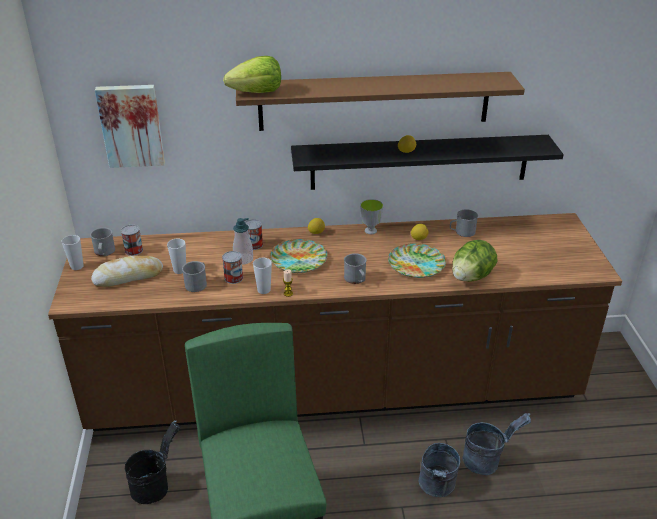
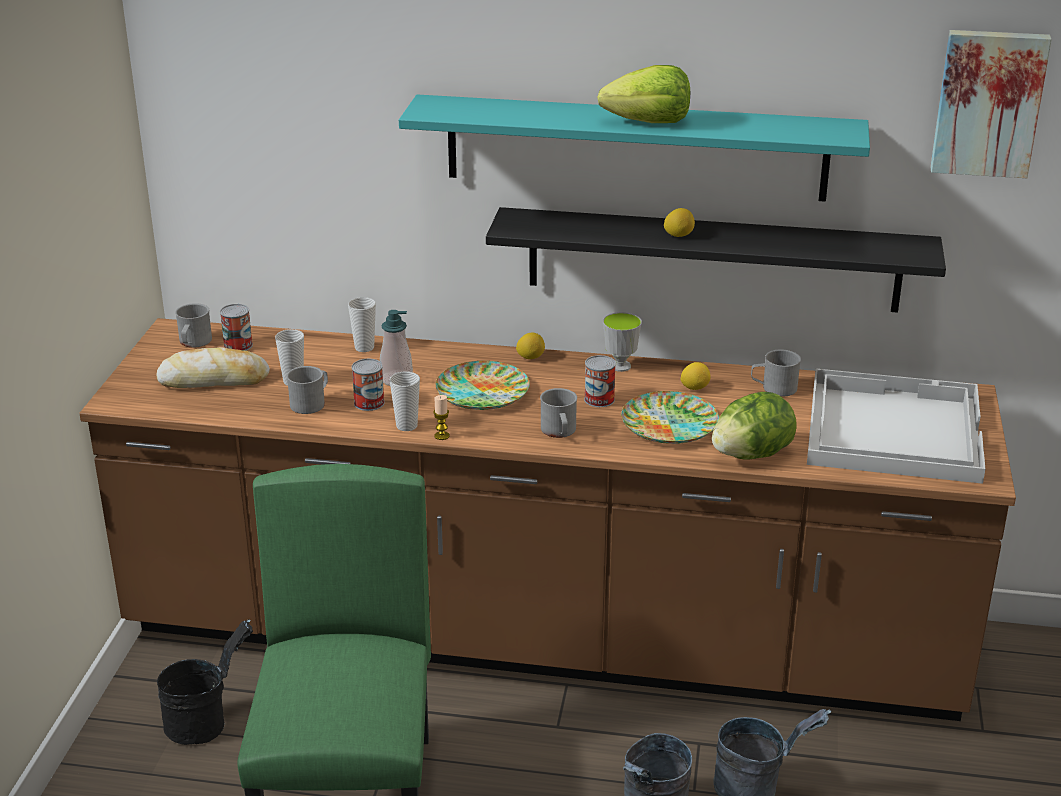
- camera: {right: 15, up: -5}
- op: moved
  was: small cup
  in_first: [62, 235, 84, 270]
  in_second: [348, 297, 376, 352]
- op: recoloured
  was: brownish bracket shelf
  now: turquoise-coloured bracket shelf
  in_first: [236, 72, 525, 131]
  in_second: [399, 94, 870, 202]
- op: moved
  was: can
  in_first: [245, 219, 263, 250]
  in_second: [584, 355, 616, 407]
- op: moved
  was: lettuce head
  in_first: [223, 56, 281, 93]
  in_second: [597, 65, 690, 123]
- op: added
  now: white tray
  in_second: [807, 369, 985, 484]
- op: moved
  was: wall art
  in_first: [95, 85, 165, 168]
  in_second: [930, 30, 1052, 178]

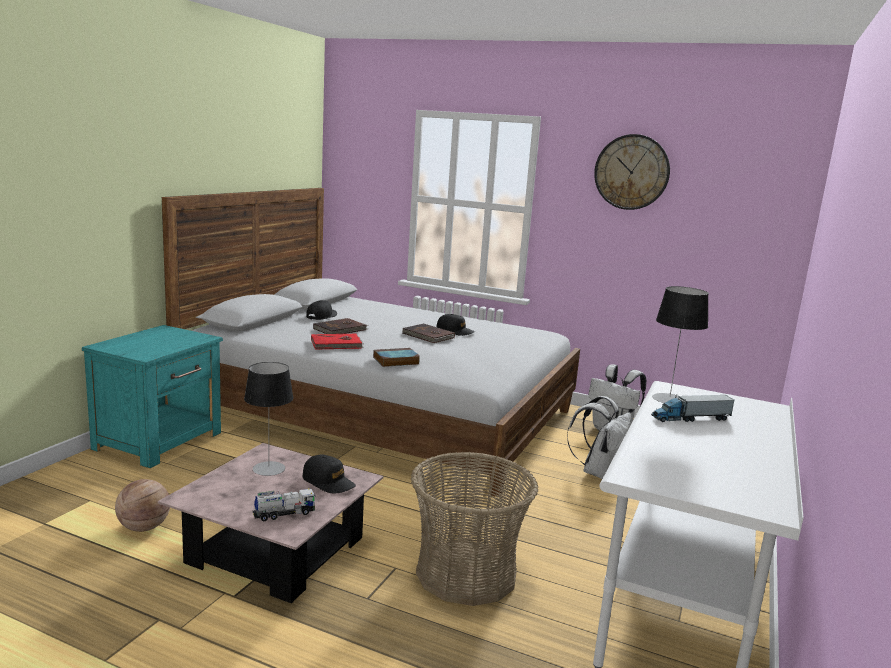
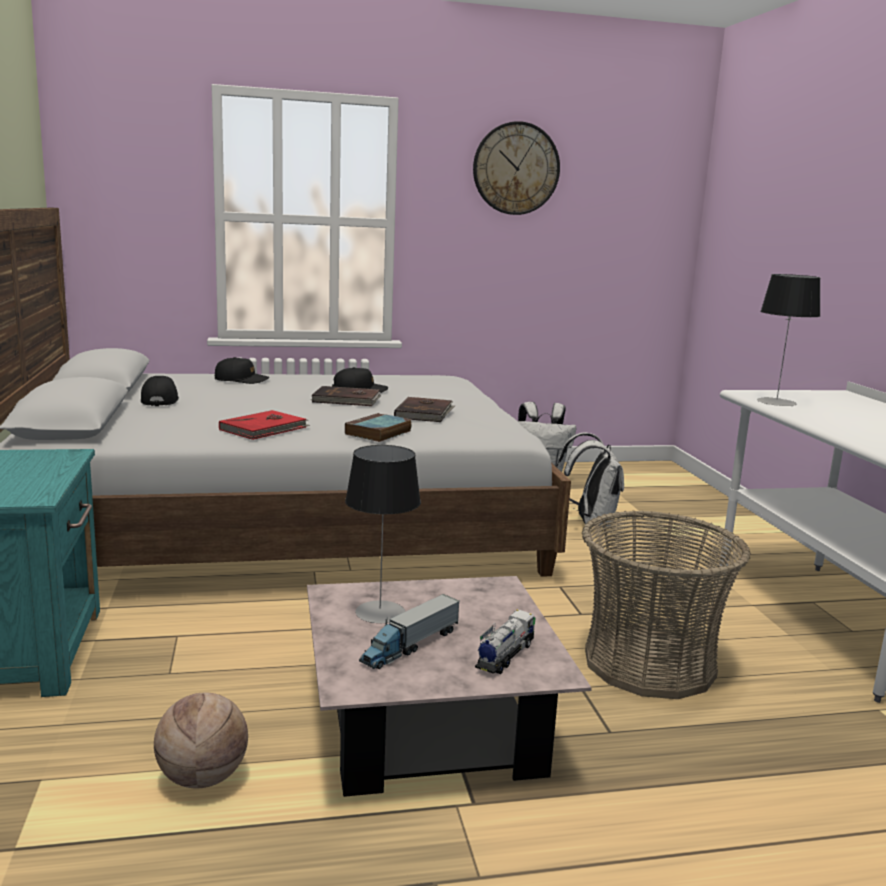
- camera: {right: -35, up: 0}
- op: moved
  was: black-coloured peaked cap
  in_first: [303, 454, 356, 493]
  in_second: [215, 357, 269, 384]
- op: moved
  was: toy lorry
  in_first: [651, 394, 735, 422]
  in_second: [359, 594, 460, 669]
- op: moved
  was: brownish bound book
  in_first: [313, 318, 368, 334]
  in_second: [394, 397, 455, 422]

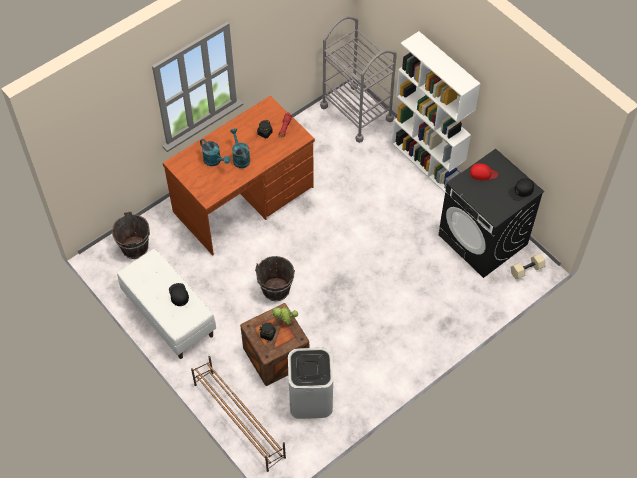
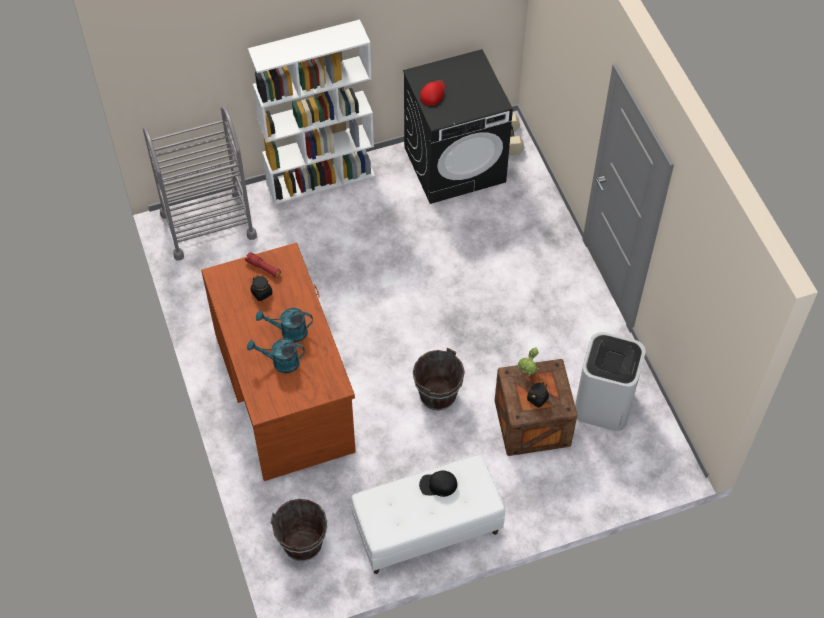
- camera: {right: -70, up: 0}
- op: turned
  was: turquoise-coloured watering can
  in_first: [200, 139, 230, 166]
  in_second: [247, 338, 305, 373]
  clockwise: -150
- op: removed
  was: brownish shoe stand
  in_first: [191, 356, 286, 472]
- op: removed
  was: black-coloured peaked cap
  in_first: [508, 178, 534, 201]

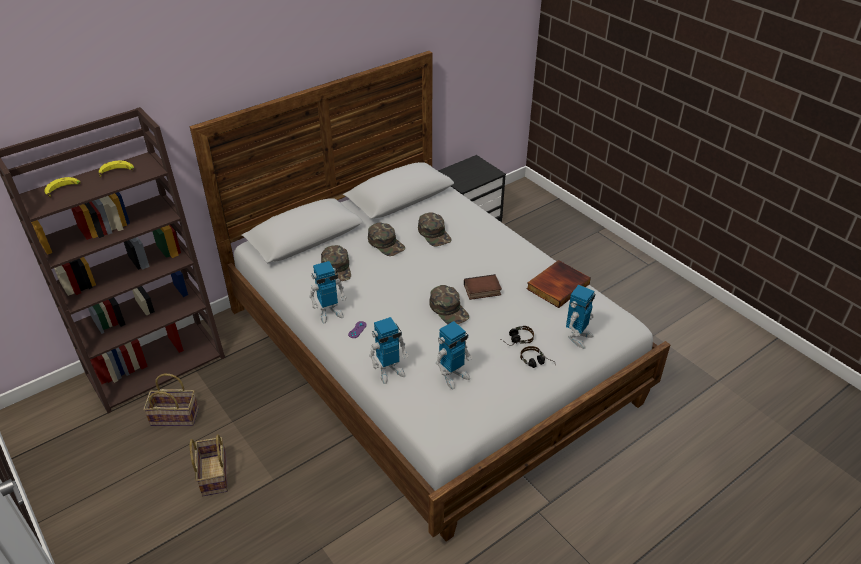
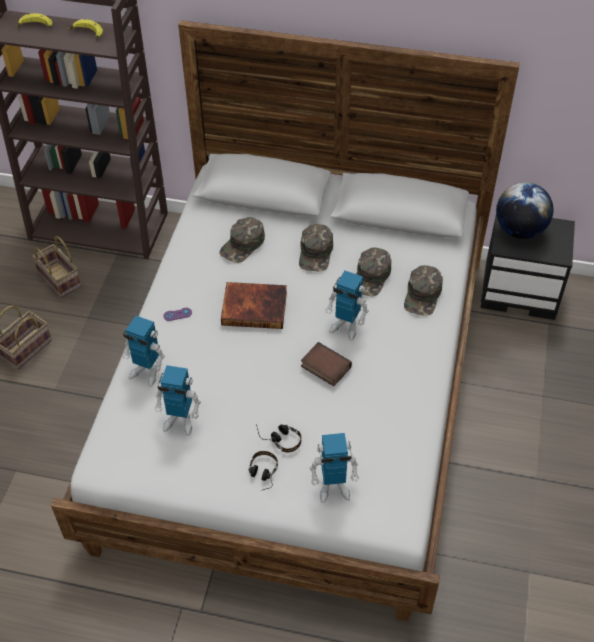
- camera: {right: 50, up: 10}
- op: moved
  was: bound book
  in_first: [526, 260, 591, 308]
  in_second: [221, 282, 287, 329]
- op: moved
  was: model robot
  in_first: [309, 261, 347, 324]
  in_second: [326, 271, 369, 341]
- op: moved
  was: green-coloured peaked cap
  in_first: [429, 285, 469, 324]
  in_second: [404, 265, 443, 316]
- op: added
  now: globe
  in_second: [496, 182, 554, 239]

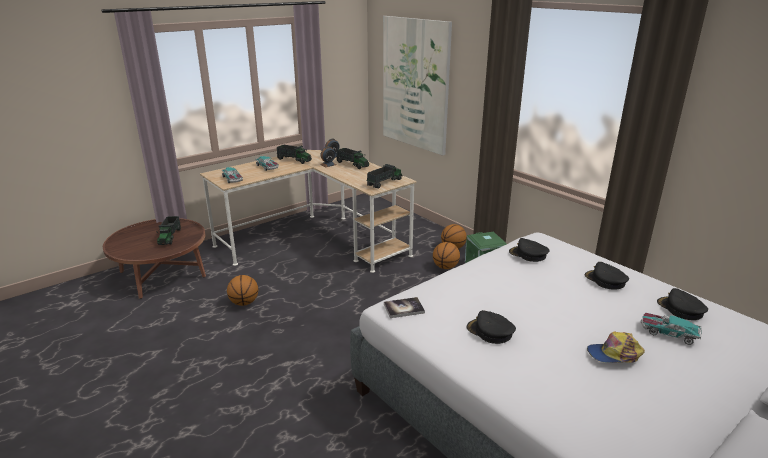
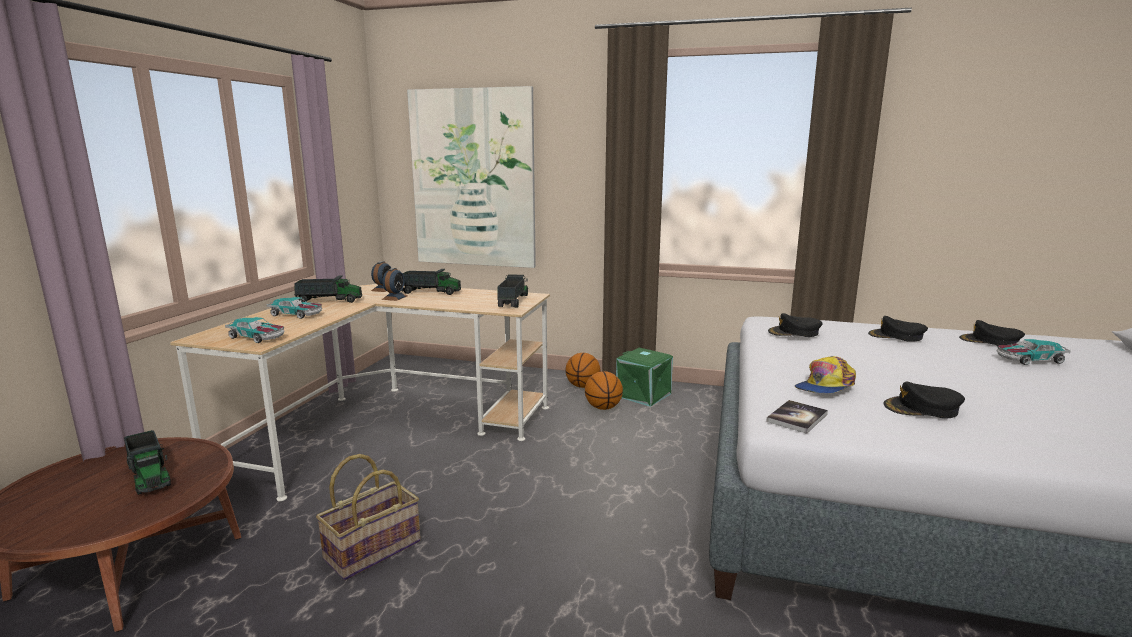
- camera: {right: -35, up: -10}
- op: replaced
  was: ball for basketball
  now: storage basket
  in_first: [227, 275, 258, 306]
  in_second: [316, 454, 421, 580]
- op: moved
  was: peaked cap
  in_first: [587, 332, 645, 363]
  in_second: [795, 356, 856, 394]

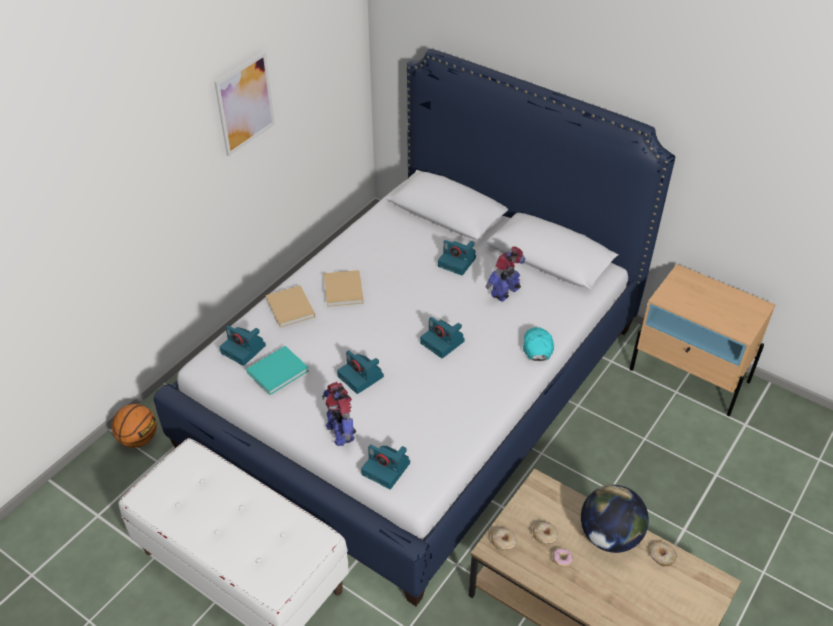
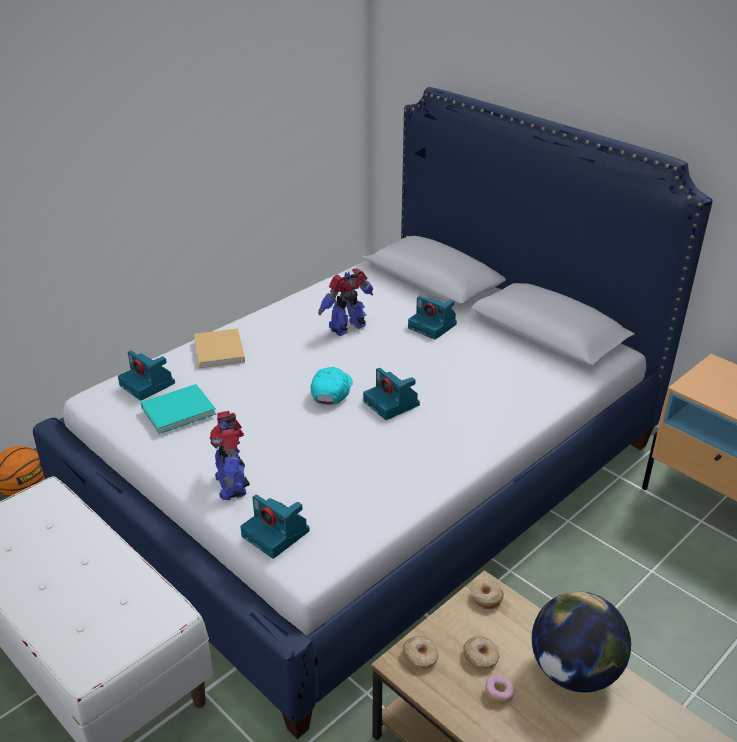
- camera: {right: 10, up: -10}
- op: moved
  was: turquoise-coloured peaked cap
  in_first: [523, 327, 554, 361]
  in_second: [311, 367, 353, 404]
- op: moved
  was: model robot
  in_first: [486, 246, 525, 302]
  in_second: [318, 269, 373, 336]
- op: moved
  was: doughnut
  in_first: [650, 542, 677, 567]
  in_second: [470, 579, 504, 609]
- op: removed
  was: wall art
  in_first: [214, 52, 275, 156]
- op: removed
  was: beige bound book
  in_first: [324, 270, 364, 307]
- op: removed
  was: still camera
  in_first: [337, 350, 384, 394]

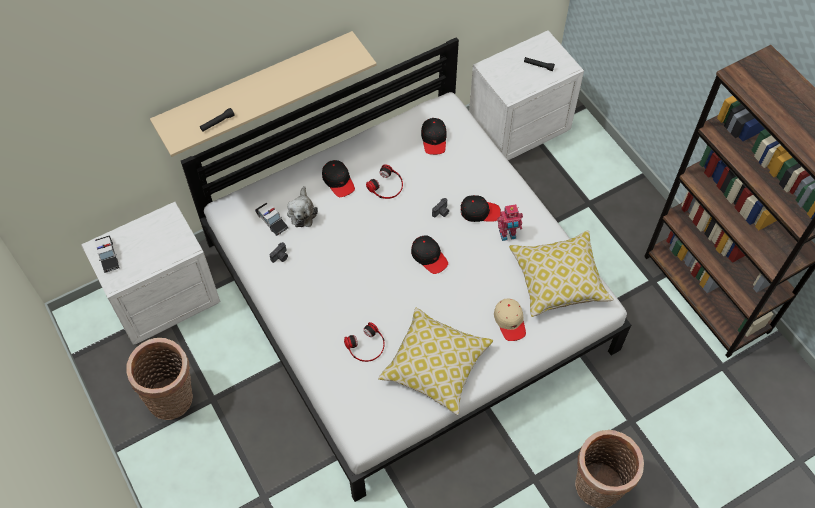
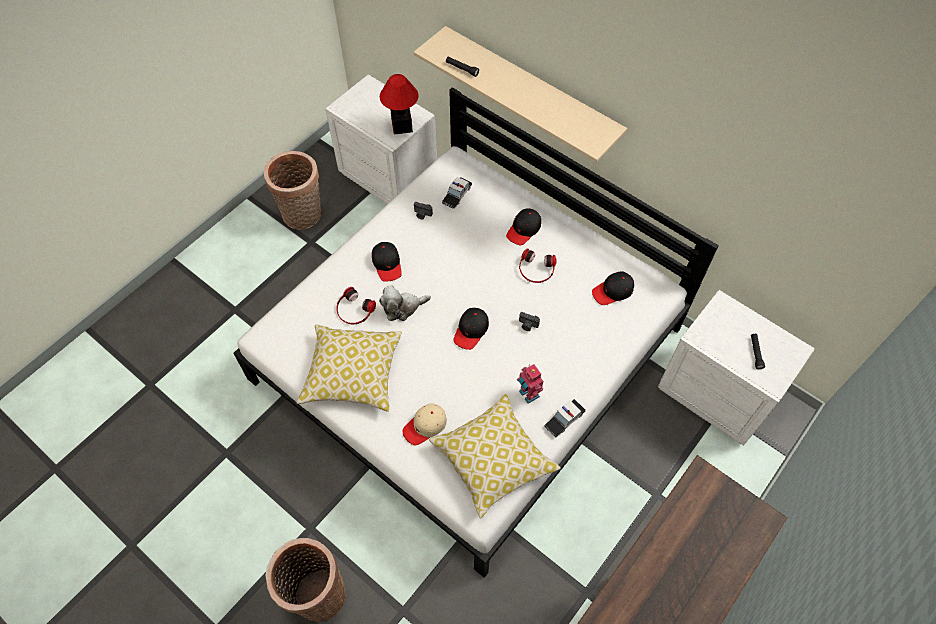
- camera: {right: 70, up: 0}
- op: moved
  was: black-coloured peaked cap
  in_first: [461, 195, 501, 222]
  in_second: [372, 242, 402, 282]
- op: moved
  was: soft toy
  in_first: [287, 186, 318, 227]
  in_second: [379, 285, 431, 321]
- op: added
  now: tabletop lamp
  in_second: [380, 74, 419, 134]
- op: moved
  was: miniature car
  in_first: [95, 235, 120, 273]
  in_second: [544, 399, 586, 438]

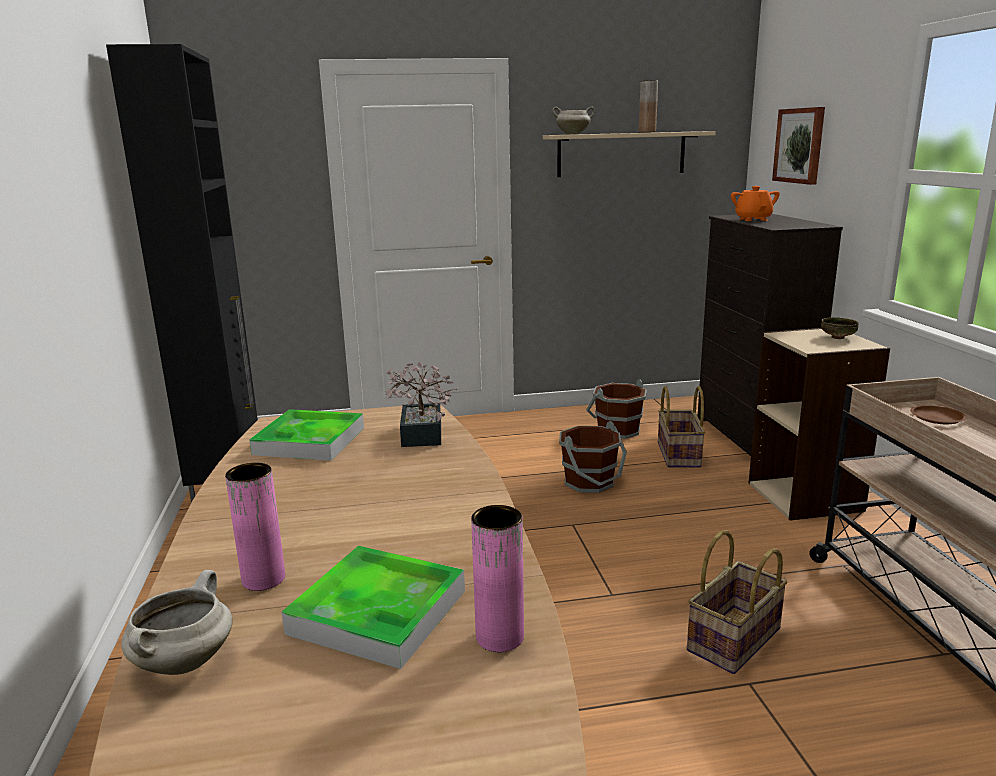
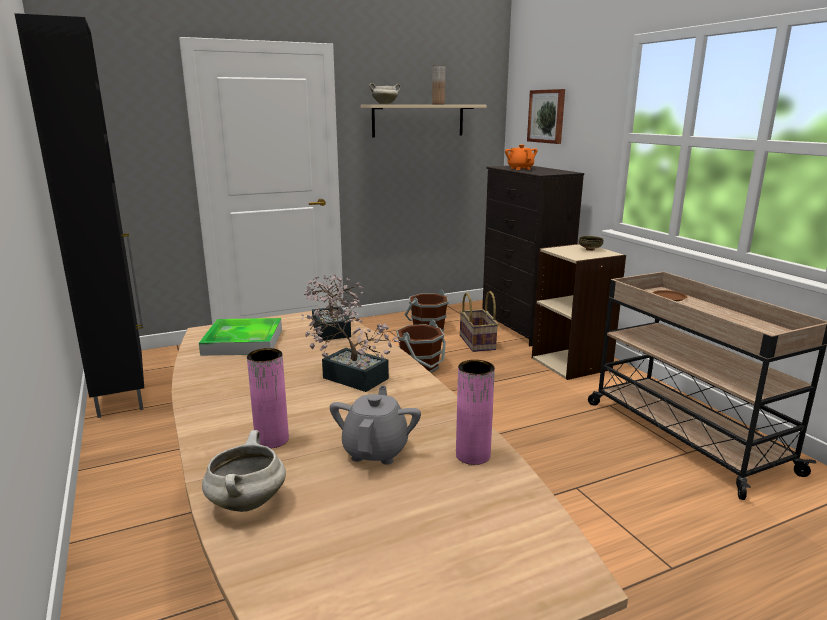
- camera: {right: -15, up: 0}
- op: added
  now: plant in a pot
  in_second: [301, 294, 400, 392]
- op: replaced
  was: tray
  now: gray teapot
  in_first: [282, 546, 465, 669]
  in_second: [330, 386, 421, 465]
- op: removed
  was: storage basket
  in_first: [687, 530, 787, 674]

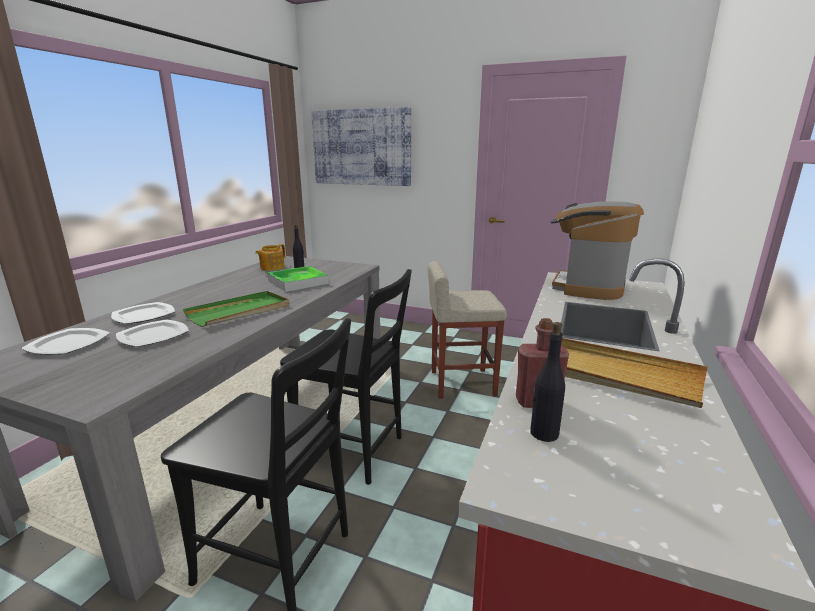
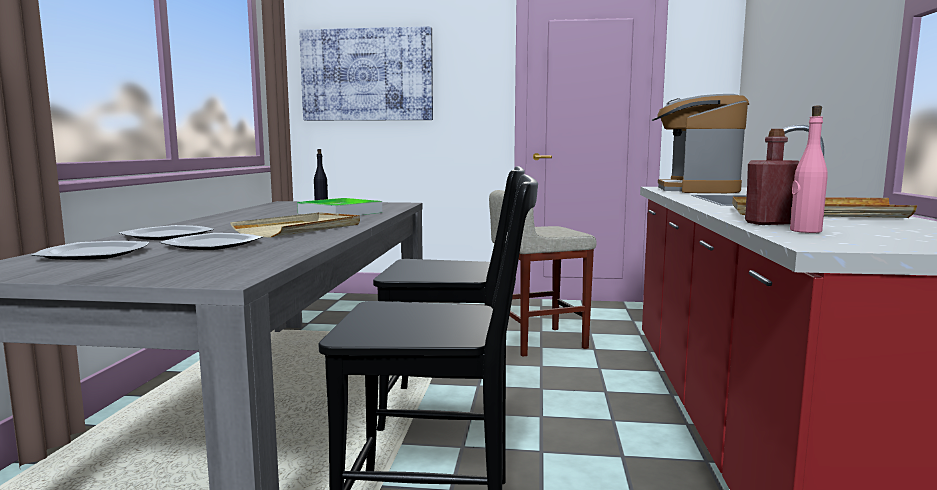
- camera: {right: -15, up: -10}
- op: recoloured
  was: green-coloured tray
  now: beige tray
  in_first: [183, 291, 289, 327]
  in_second: [230, 212, 360, 237]
- op: recoloured
  was: black-coloured beverage bottle
  now: pinkish beverage bottle
  in_first: [530, 322, 565, 442]
  in_second: [790, 106, 828, 233]
- op: removed
  was: teapot
  in_first: [255, 244, 285, 271]

